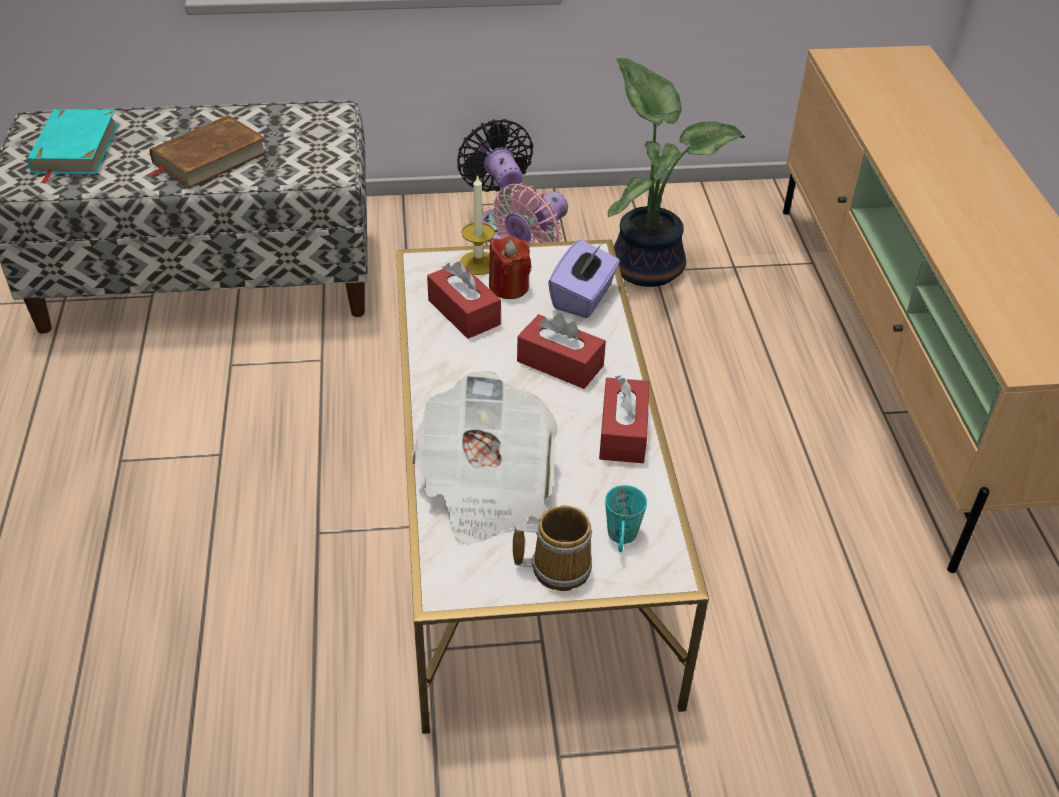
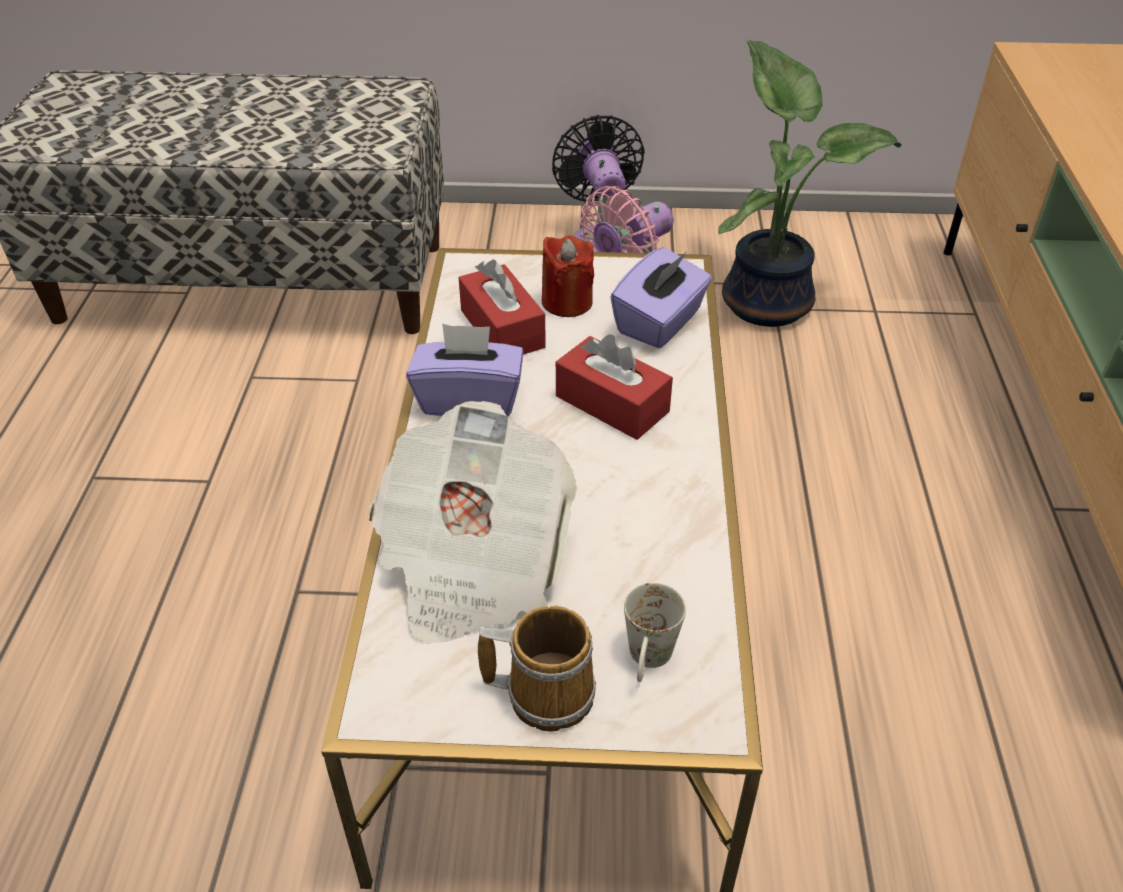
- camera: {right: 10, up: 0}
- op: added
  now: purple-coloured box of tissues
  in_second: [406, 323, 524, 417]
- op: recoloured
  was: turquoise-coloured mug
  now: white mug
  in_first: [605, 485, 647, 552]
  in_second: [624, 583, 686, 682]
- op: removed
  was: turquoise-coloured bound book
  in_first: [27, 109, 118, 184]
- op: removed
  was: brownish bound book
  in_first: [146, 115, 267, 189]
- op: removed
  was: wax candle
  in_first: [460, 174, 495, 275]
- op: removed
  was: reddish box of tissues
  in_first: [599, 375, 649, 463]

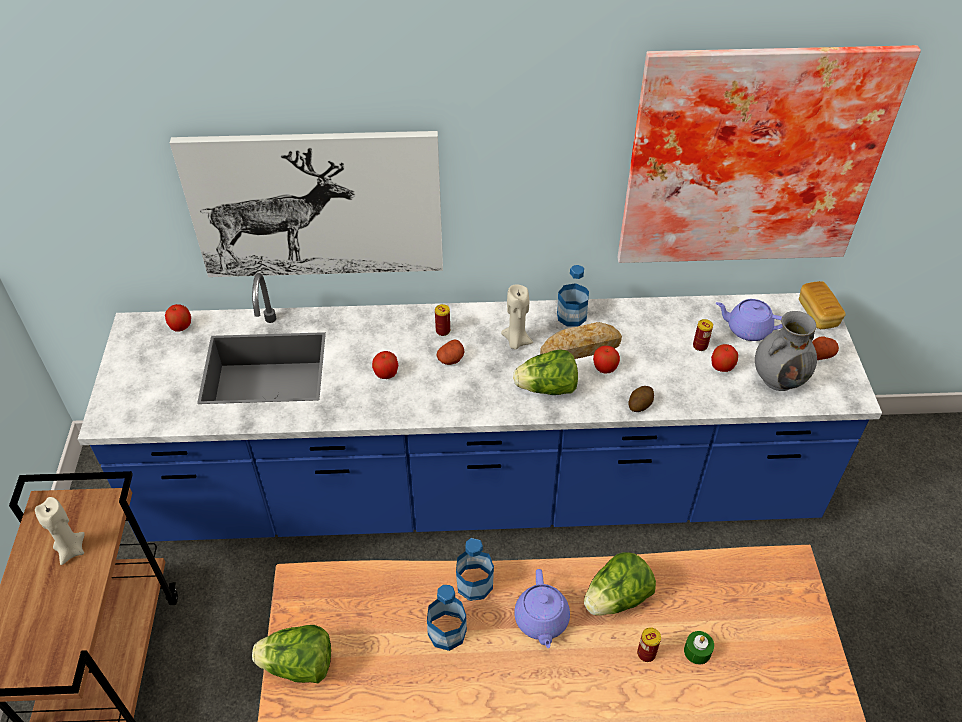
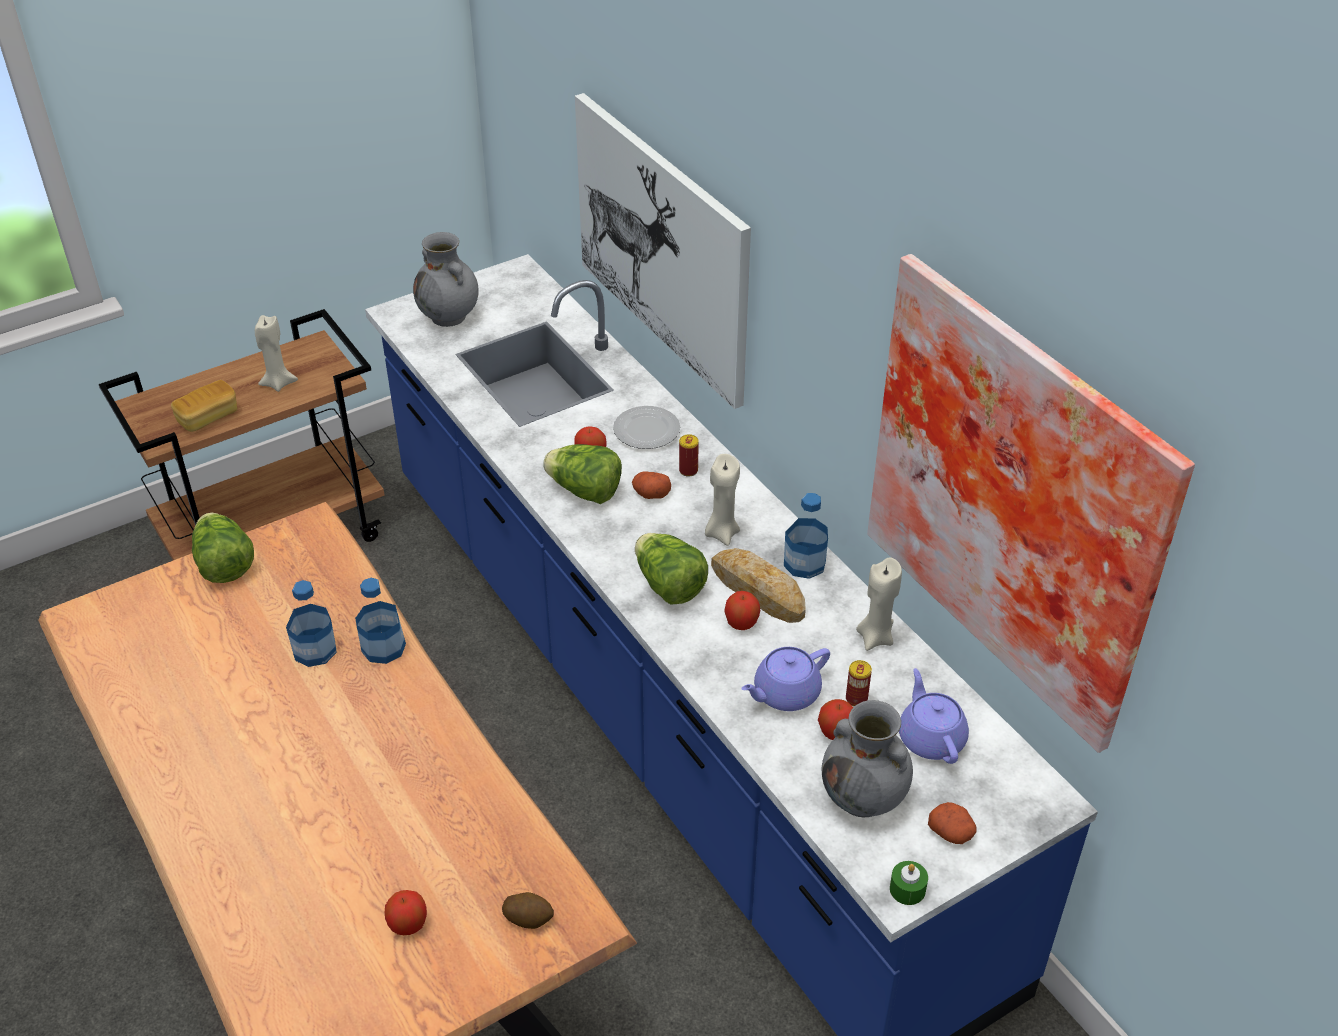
- camera: {right: 60, up: -5}
- op: moved
  was: baked bread
  in_first: [799, 281, 845, 329]
  in_second: [171, 380, 237, 432]
- op: moved
  was: whole apple
  in_first: [165, 304, 191, 332]
  in_second: [385, 890, 427, 935]
- op: added
  now: gray flower vase
  in_second: [413, 232, 479, 327]
- op: moved
  was: potato
  in_first: [628, 386, 654, 412]
  in_second: [502, 892, 554, 929]
- op: moved
  was: lettuce head
  in_first: [584, 552, 656, 616]
  in_second: [543, 444, 622, 504]
- op: added
  now: dinner plate
  in_second: [613, 406, 680, 449]
- op: moved
  was: purple-coloured teapot
  in_first: [514, 569, 570, 648]
  in_second: [741, 647, 830, 711]
- op: added
  now: beige wax candle
  in_second: [856, 557, 902, 651]
- op: moved
  was: green-coloured wax candle
  in_first: [684, 631, 714, 665]
  in_second: [890, 861, 928, 905]
- op: removed
  was: can
  in_first: [637, 627, 661, 662]

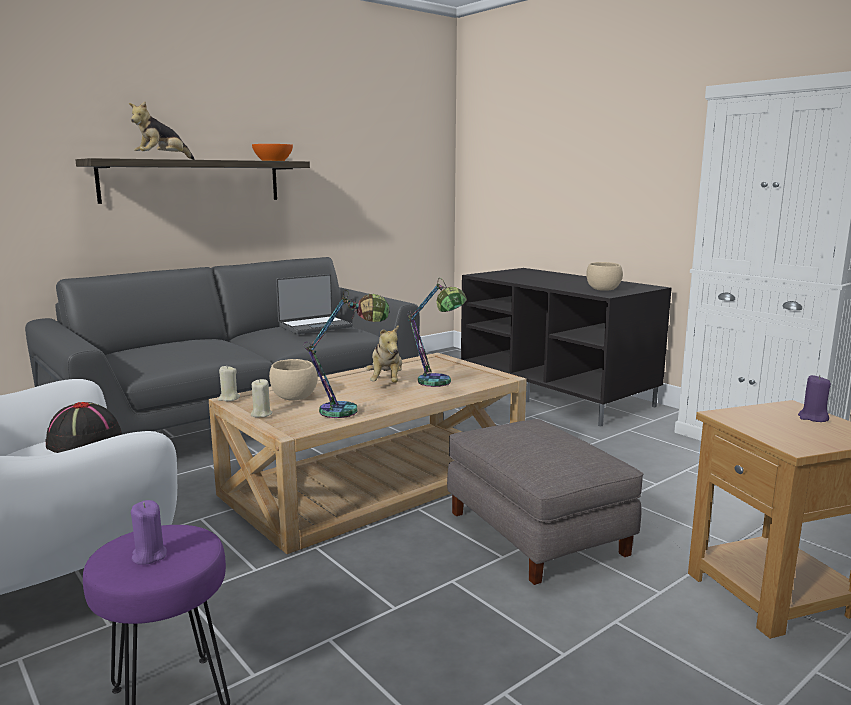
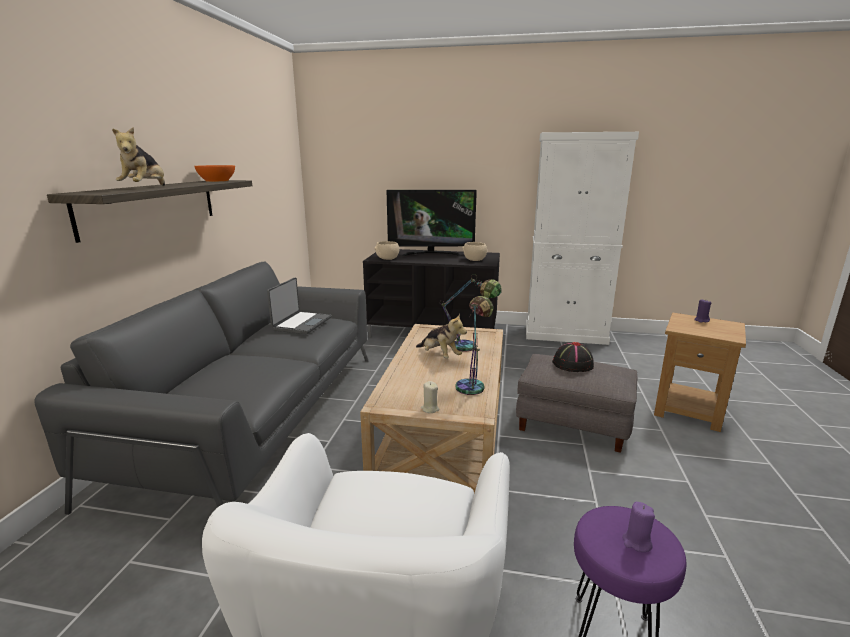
- camera: {right: -40, up: 5}
- op: moved
  was: beige serving bowl
  in_first: [269, 359, 318, 401]
  in_second: [374, 241, 399, 260]
- op: added
  now: television
  in_second: [386, 190, 477, 256]
- op: moved
  was: black-coloured hat
  in_first: [46, 402, 122, 453]
  in_second: [552, 342, 594, 372]
- op: removed
  was: beige wax candle
  in_first: [218, 366, 240, 401]

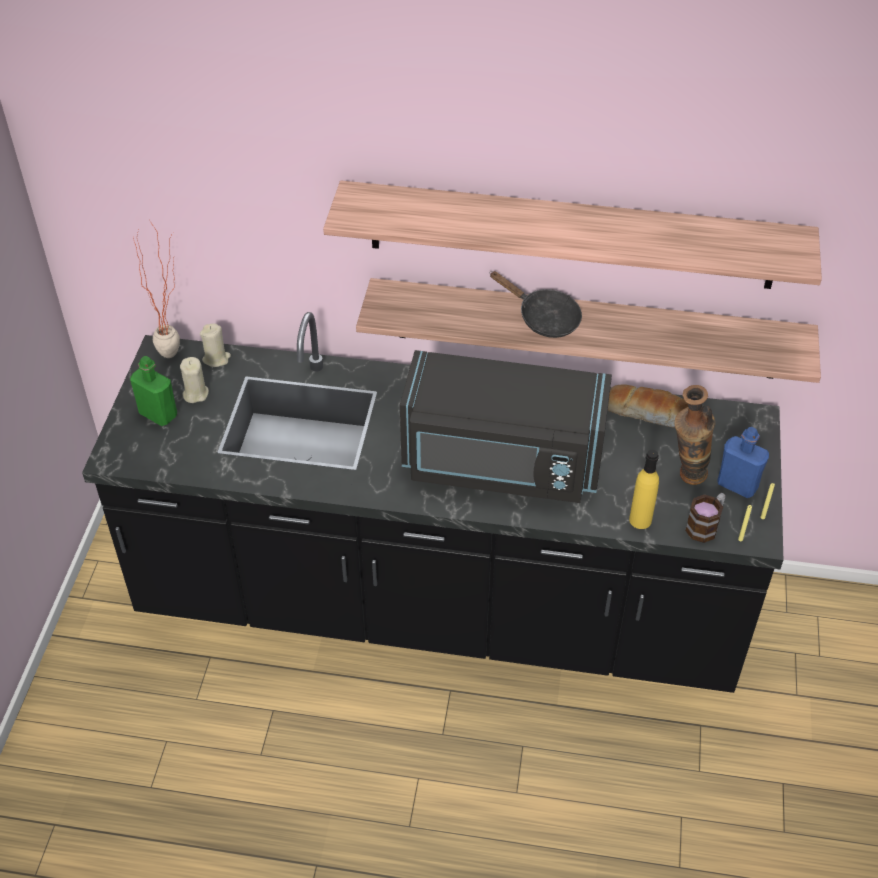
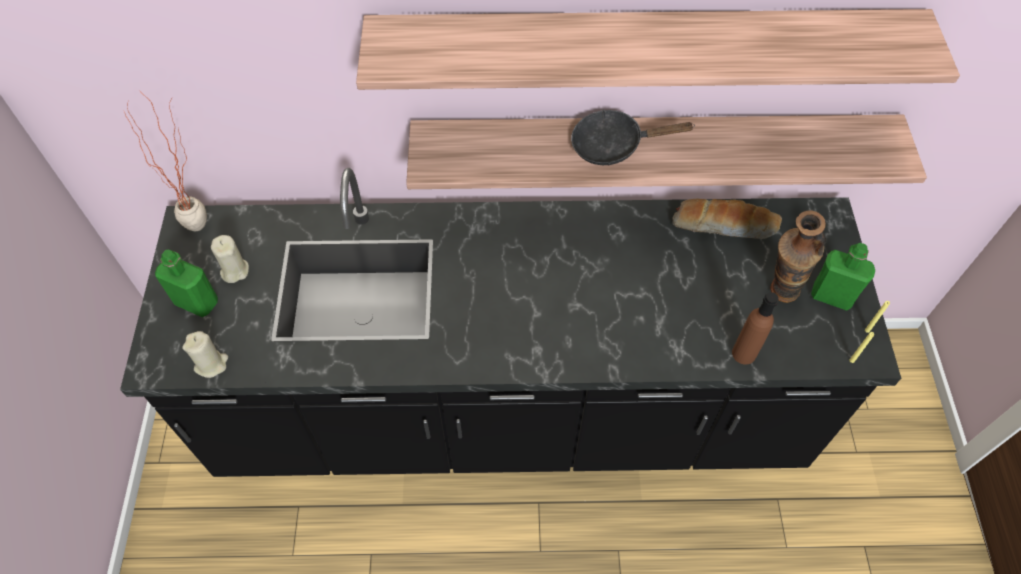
- camera: {right: -10, up: 10}
- op: moved
  was: beige wax candle
  in_first: [200, 323, 231, 367]
  in_second: [182, 331, 228, 378]
- op: turned
  was: black-coloured frying pan
  in_first: [490, 271, 582, 338]
  in_second: [571, 110, 695, 165]
  clockwise: 150
- op: recoloured
  was: yellow-coloured beverage bottle
  now: brownish beverage bottle
  in_first: [629, 450, 659, 529]
  in_second: [732, 292, 779, 365]
- op: recoloured
  was: bluish beverage bottle
  now: green-coloured beverage bottle
  in_first: [717, 427, 769, 498]
  in_second: [811, 243, 875, 311]
- op: removed
  was: black-coloured microwave
  in_first: [400, 350, 612, 503]
- op: removed
  was: mug
  in_first: [685, 493, 725, 543]

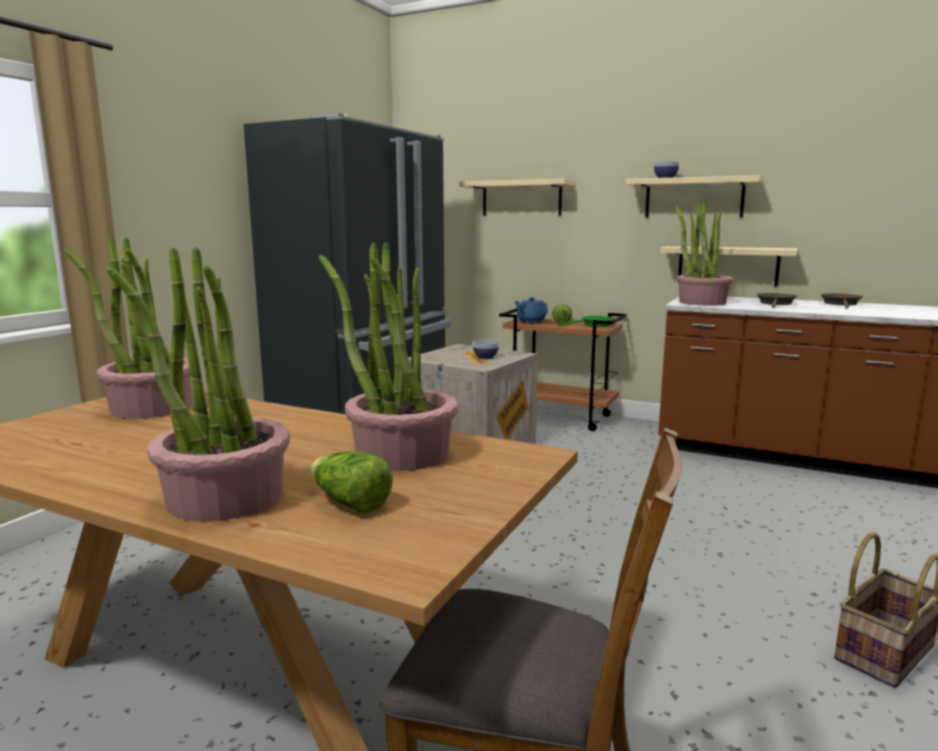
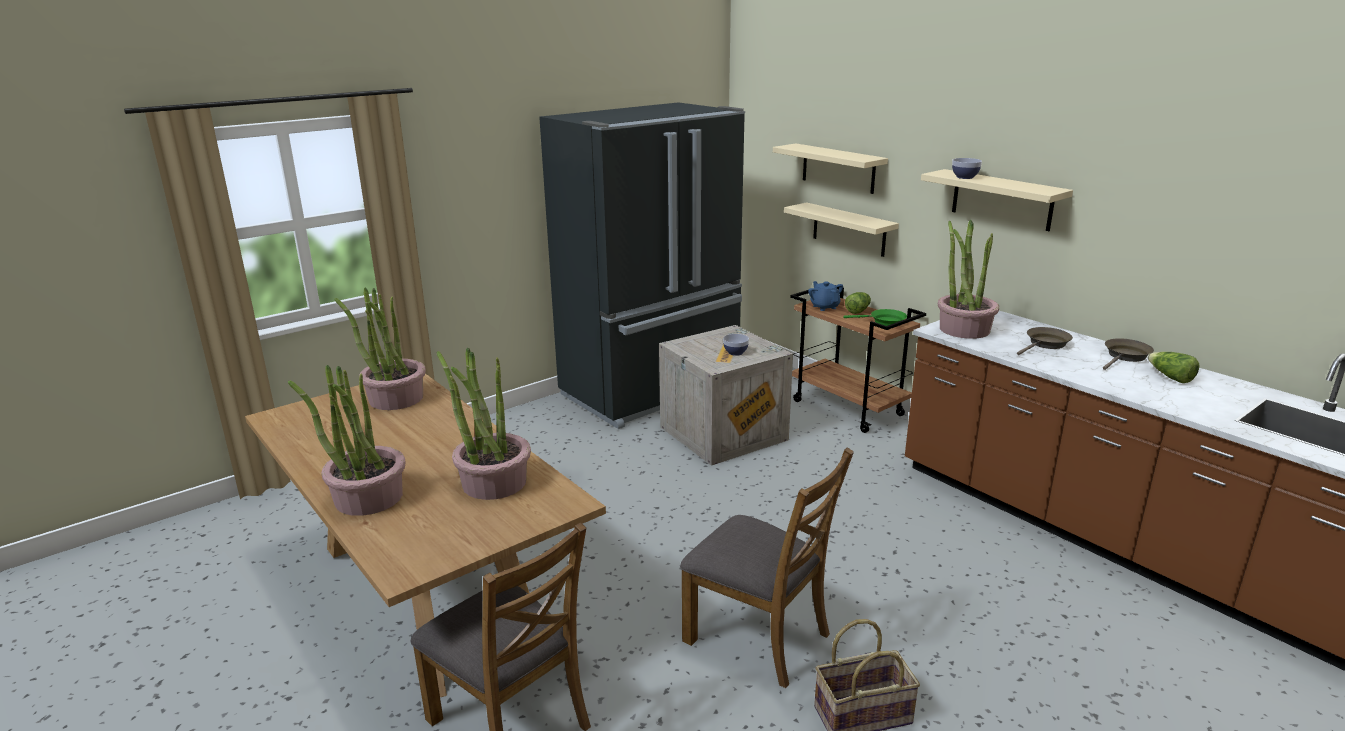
- camera: {right: 25, up: 10}
- op: added
  now: brownish chair
  in_second: [680, 447, 854, 688]
- op: moved
  was: beige bracket shelf
  in_first: [660, 246, 798, 287]
  in_second: [784, 202, 899, 257]
- op: moved
  was: lettuce head
  in_first: [311, 452, 393, 513]
  in_second: [1147, 352, 1199, 383]

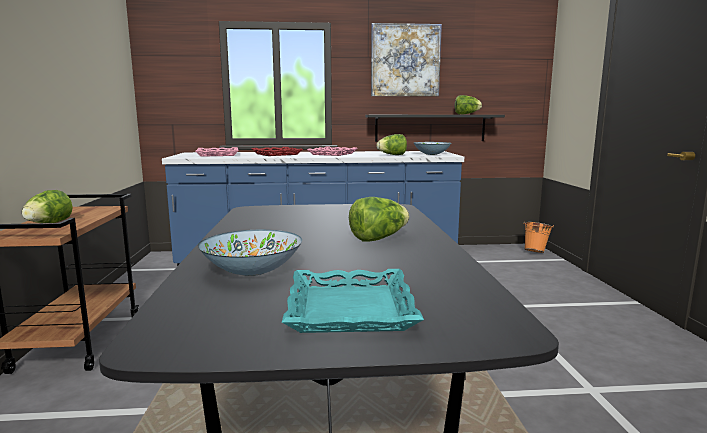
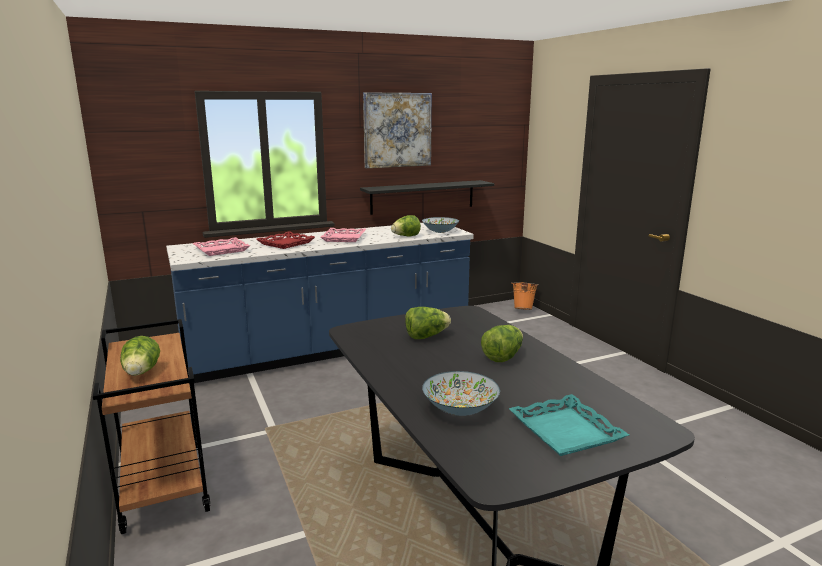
- camera: {right: -20, up: 5}
- op: moved
  was: lettuce head
  in_first: [455, 95, 482, 114]
  in_second: [405, 307, 451, 339]

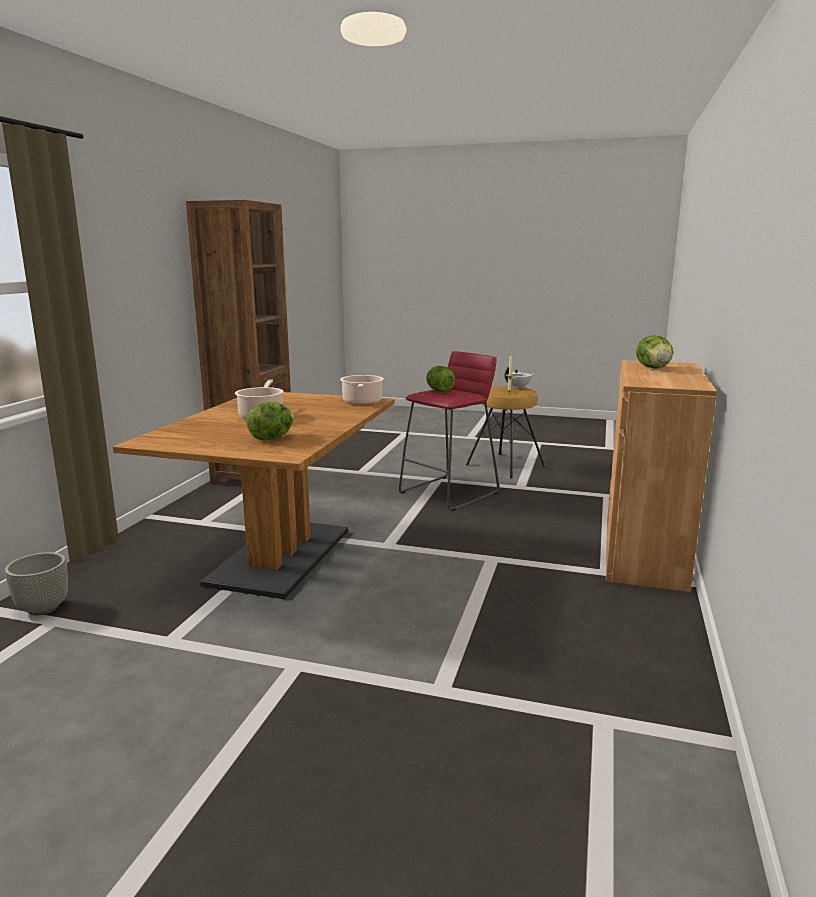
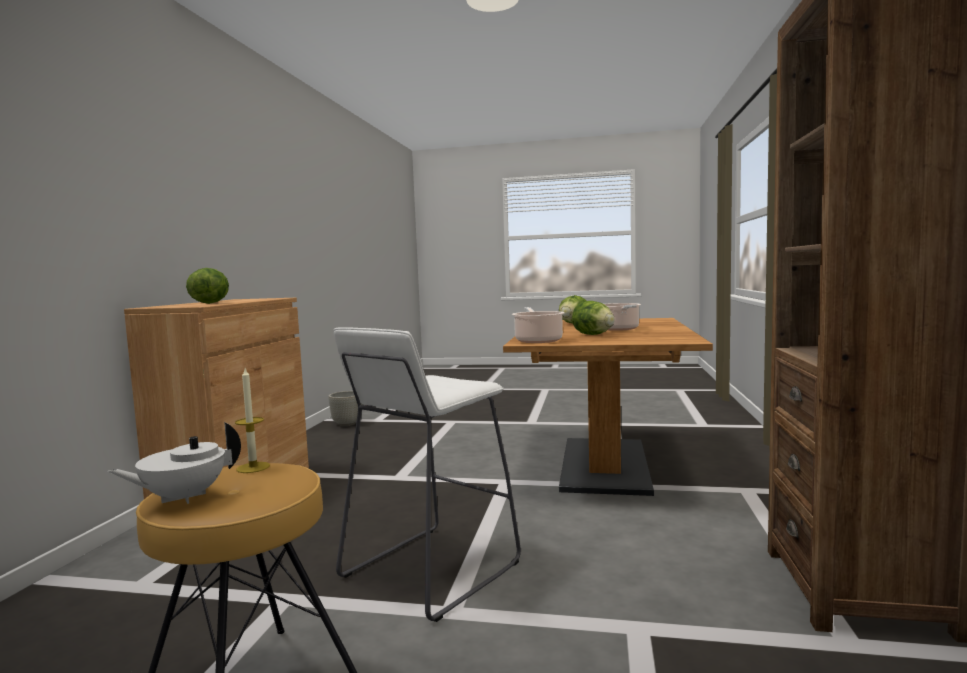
- camera: {right: 175, up: -10}
- op: moved
  was: gray planter
  in_first: [5, 552, 68, 616]
  in_second: [328, 391, 362, 426]
- op: recoloured
  was: reddish sitting stool
  now: white sitting stool
  in_first: [399, 351, 499, 511]
  in_second: [334, 327, 521, 622]
- op: moved
  was: lettuce head
  in_first: [426, 366, 455, 392]
  in_second: [572, 301, 615, 335]

